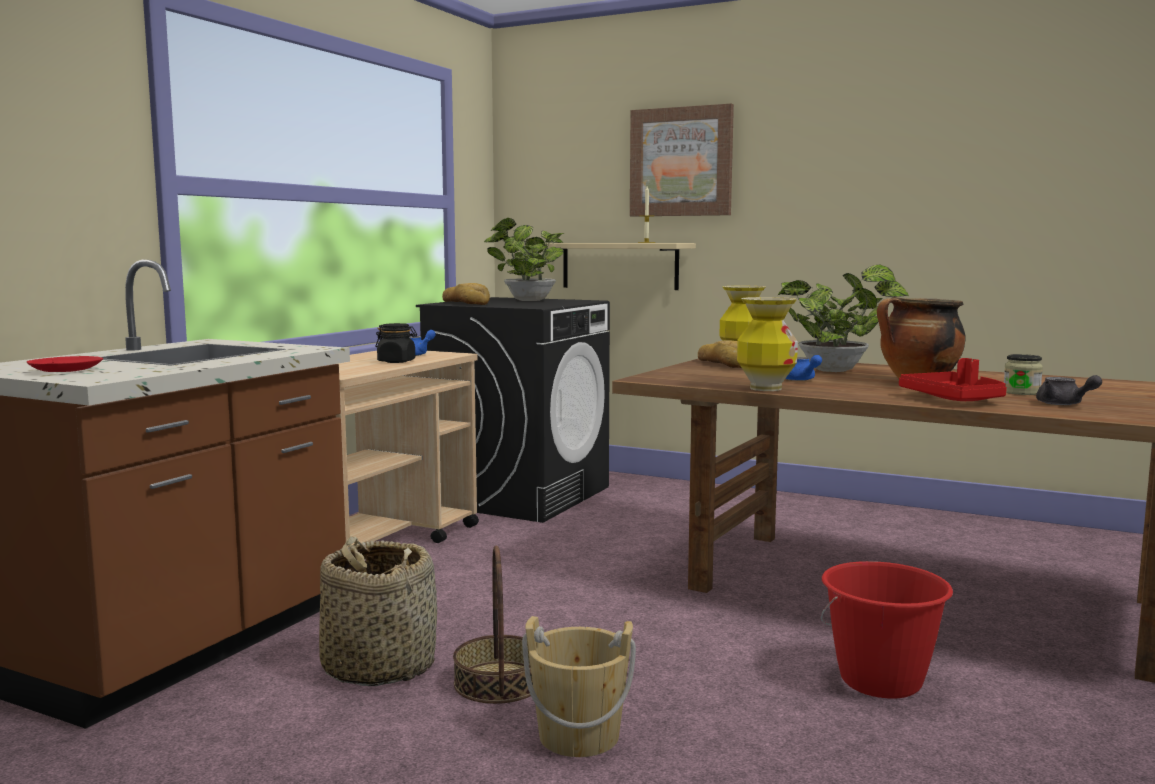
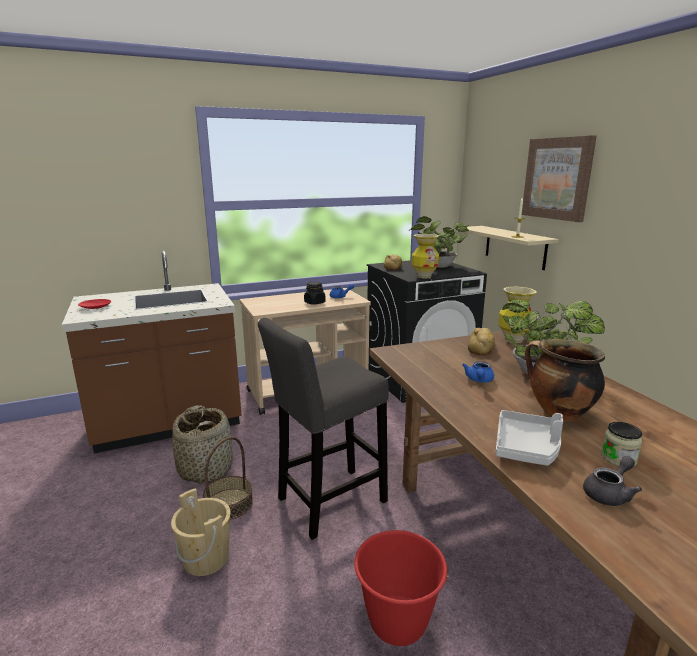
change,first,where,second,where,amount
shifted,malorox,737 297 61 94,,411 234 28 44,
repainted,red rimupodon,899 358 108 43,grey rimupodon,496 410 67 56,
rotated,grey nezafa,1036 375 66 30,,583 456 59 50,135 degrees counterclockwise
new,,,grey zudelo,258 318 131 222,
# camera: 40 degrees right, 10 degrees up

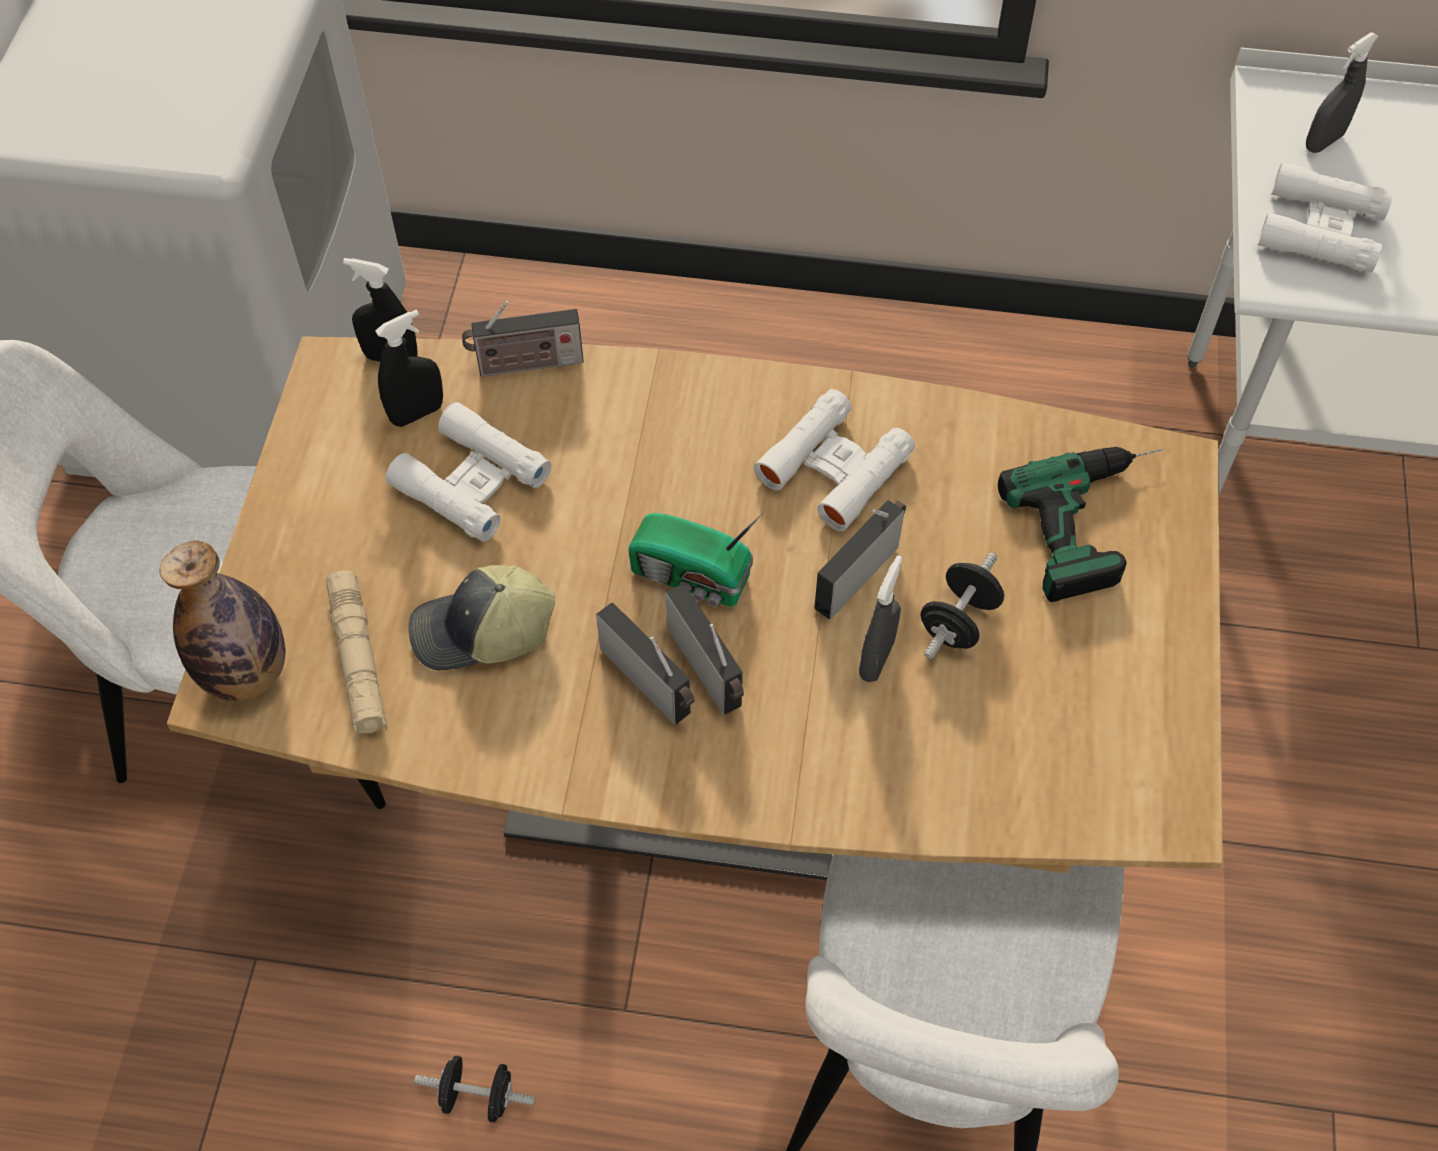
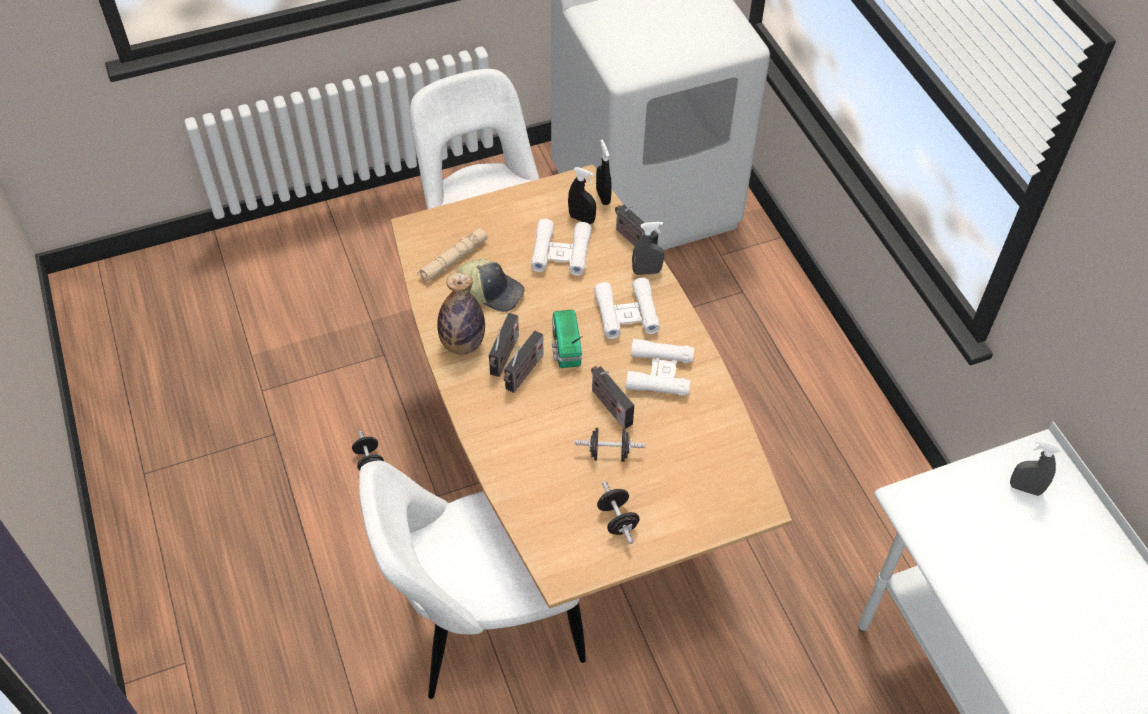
change,first,where,second,where,amount
shifted,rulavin,159 541 126 160,,437 273 48 82,
rotated,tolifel,408 565 147 105,,456 259 69 53,150 degrees clockwise
rotated,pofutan,814 500 92 120,,591 366 43 63,135 degrees counterclockwise
shifted,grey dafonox,859 555 44 127,,632 222 32 53,
gone,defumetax,998 447 165 155,,,
shifted,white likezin,1258 162 136 110,,594 278 66 61,
new,,,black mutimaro,597 481 43 63,
# camera: 60 degrees right, 5 degrees down

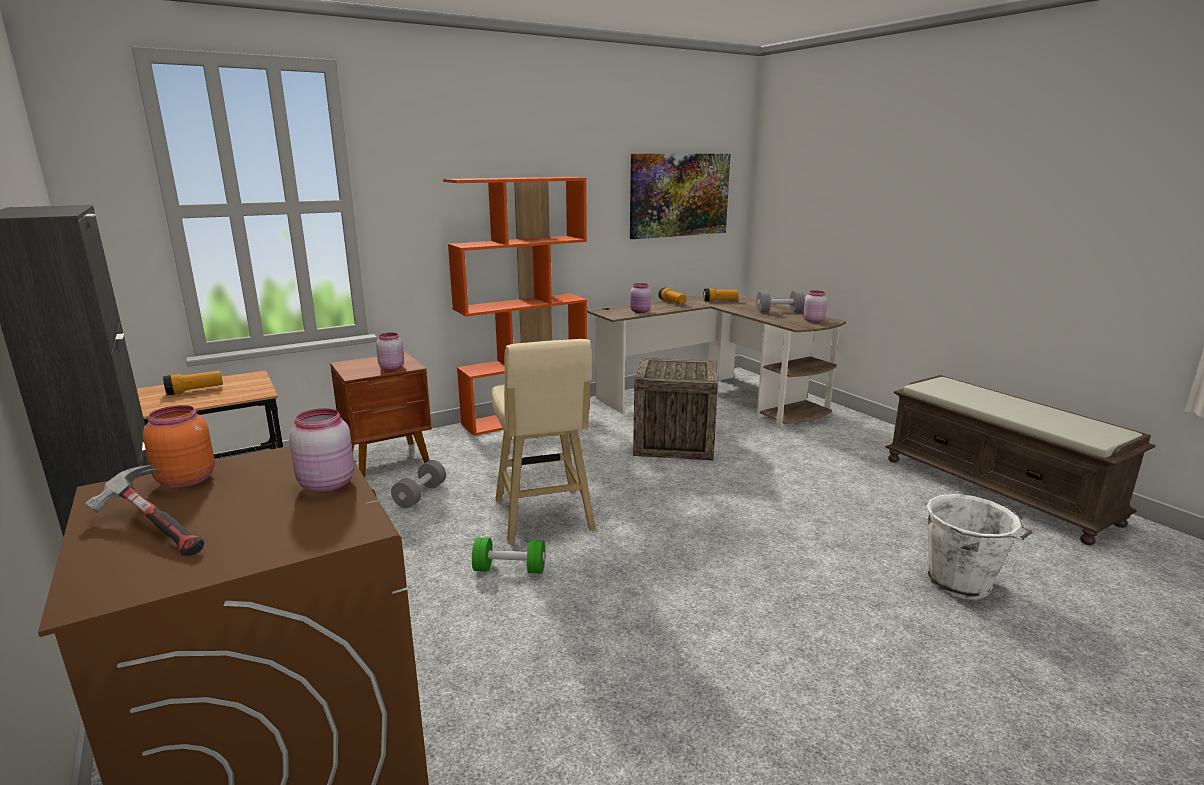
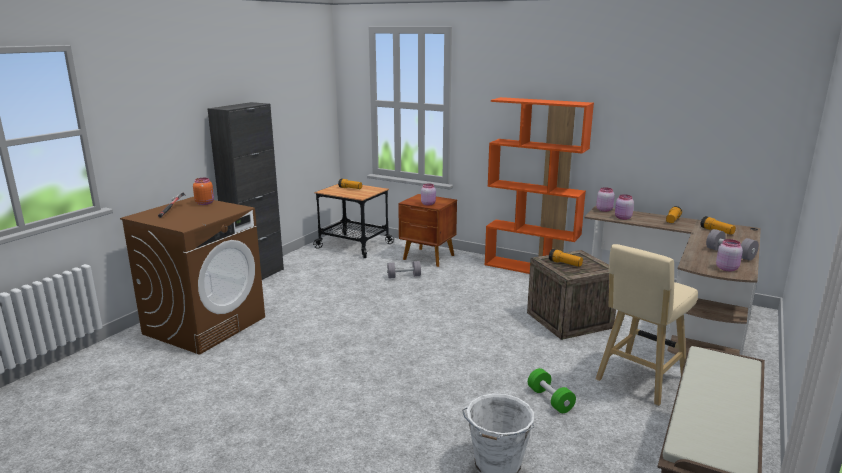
change,first,where,second,where,amount
shifted,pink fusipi,289 408 66 85,,596 187 19 25,
shifted,green mutimaro,472 537 73 37,,528 368 48 45,
shifted,beige zudelo,492 339 104 204,,596 244 102 162,
gone,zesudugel,630 154 100 85,,,
new,,,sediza,549 249 34 18,
# camera: 60 degrees right, 0 degrees up

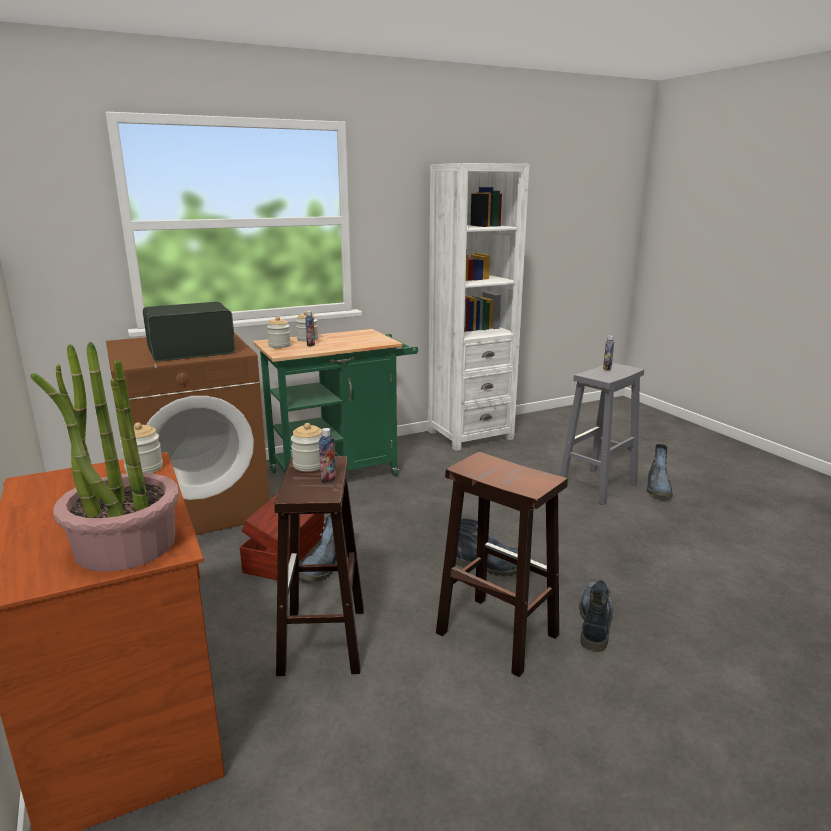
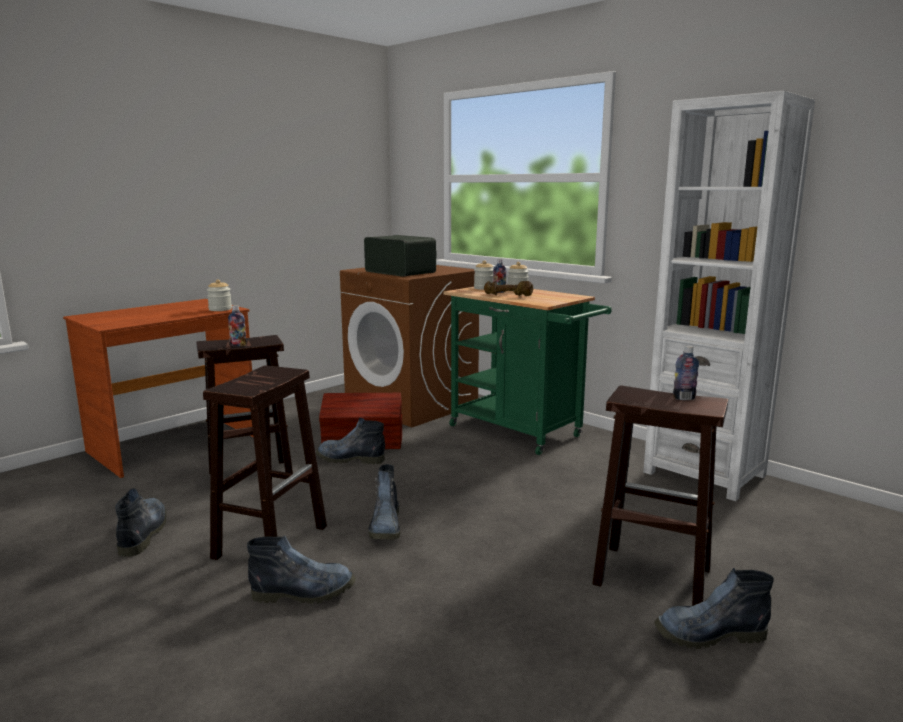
change,first,where,second,where,amount
gone,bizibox,30 342 149 229,,,
gone,fusipi,291 423 31 49,,,
repainted,grey zudelo,560 363 84 142,brown zudelo,592 385 136 221,
new,,,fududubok,115 488 51 69,
new,,,brown mutimaro,484 281 49 15,
# camera: 70 degrees right, 5 degrees down

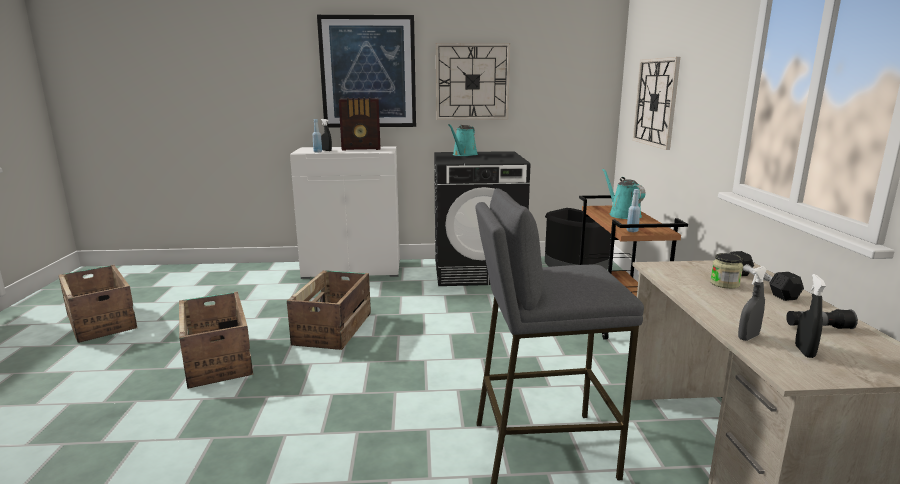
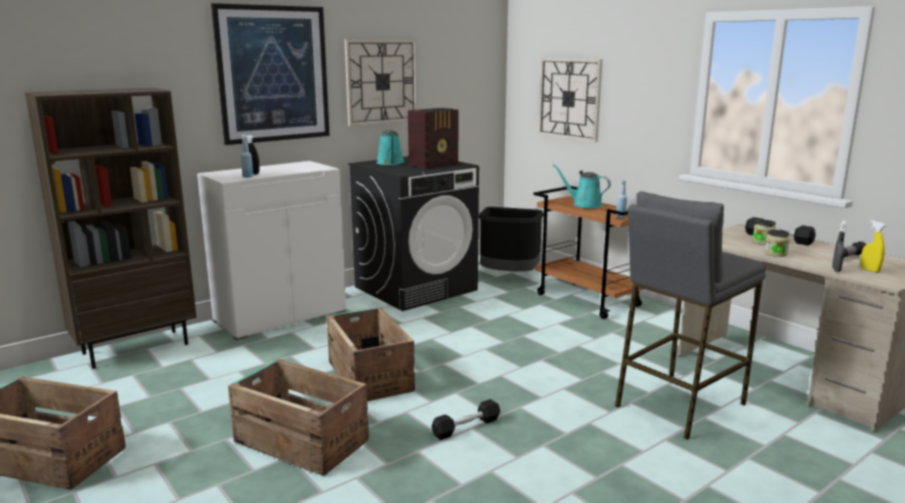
change,first,where,second,where,amount
shifted,pofutan,339 98 42 53,,408 108 50 61,
repainted,black dafonox,795 274 31 84,yellow dafonox,860 220 25 53,
new,,,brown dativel,25 88 172 281,
new,,,black mutimaro,432 399 68 41,
new,,,fusipi,764 230 26 27,
# camera: 35 degrees left, 0 degrees up

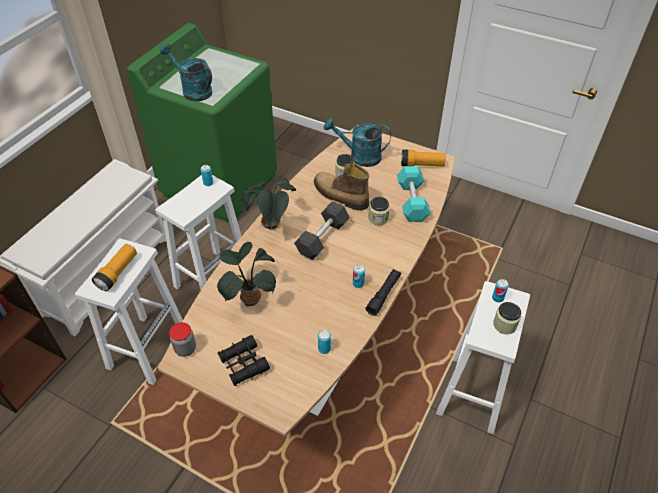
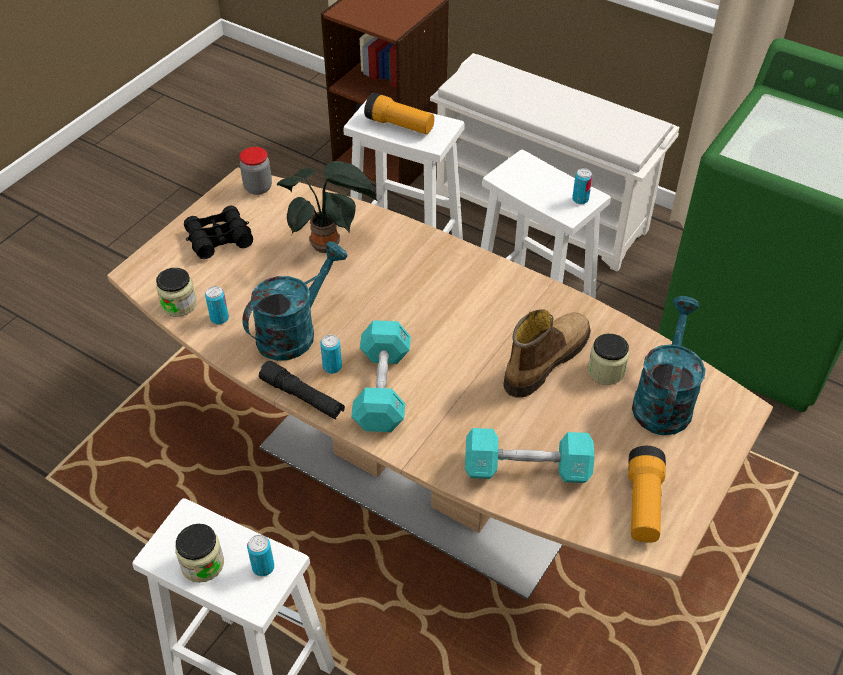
change,first,where,second,where,amount
shifted,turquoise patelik,160 44 52 57,,242 241 106 120,
gone,bizibox,241 176 55 53,,,
gone,grey mutimaro,294 201 56 59,,,
shifted,fusipi,368 197 22 28,,156 268 41 49,
new,,,turquoise mutimaro,351 320 60 112,
# camera: 95 degrees right, 0 degrees up

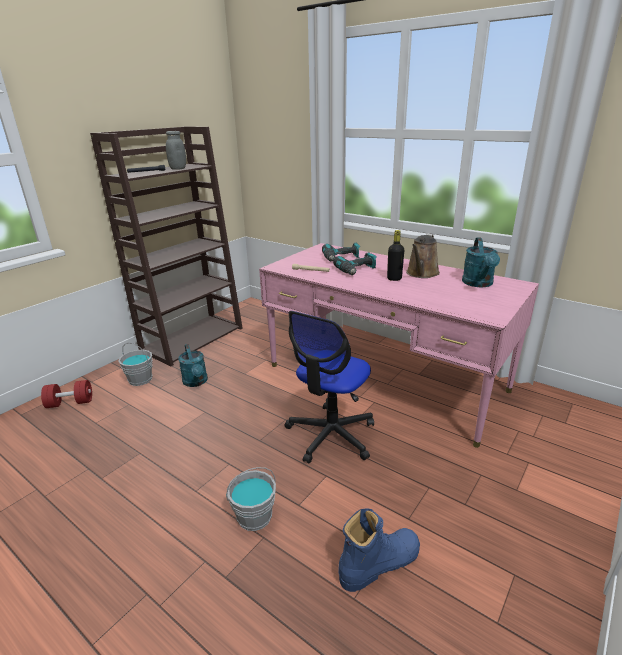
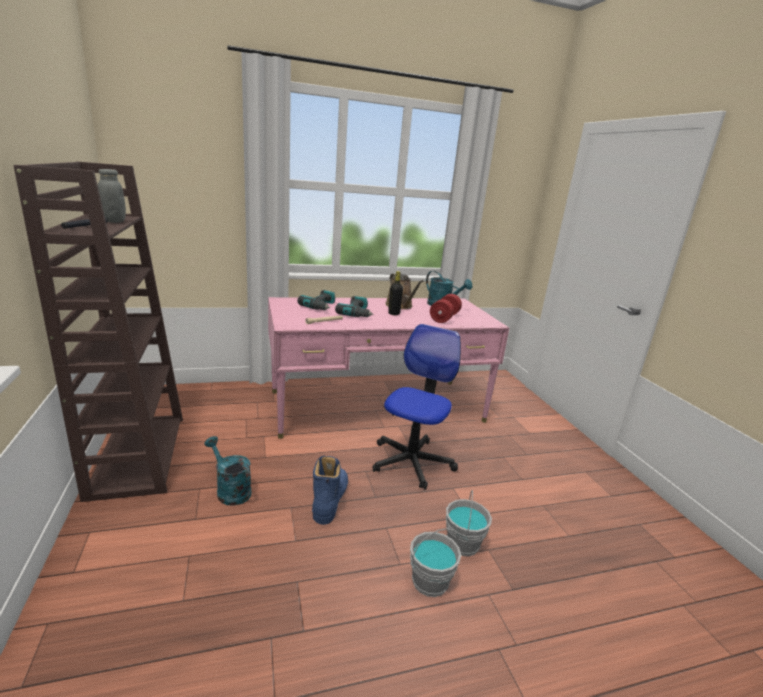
change,first,where,second,where,amount
shifted,red mutimaro,41 380 51 28,,430 294 32 29,
shifted,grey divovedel,118 343 34 43,,410 528 51 69,
rotated,turquoise patelik,178 344 30 43,,204 436 48 70,150 degrees counterclockwise
rotated,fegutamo,285 311 89 152,,373 324 88 166,135 degrees counterclockwise
shifted,blue fududubok,338 508 82 84,,312 455 36 70,
# camera: 55 degrees left, 5 degrees down

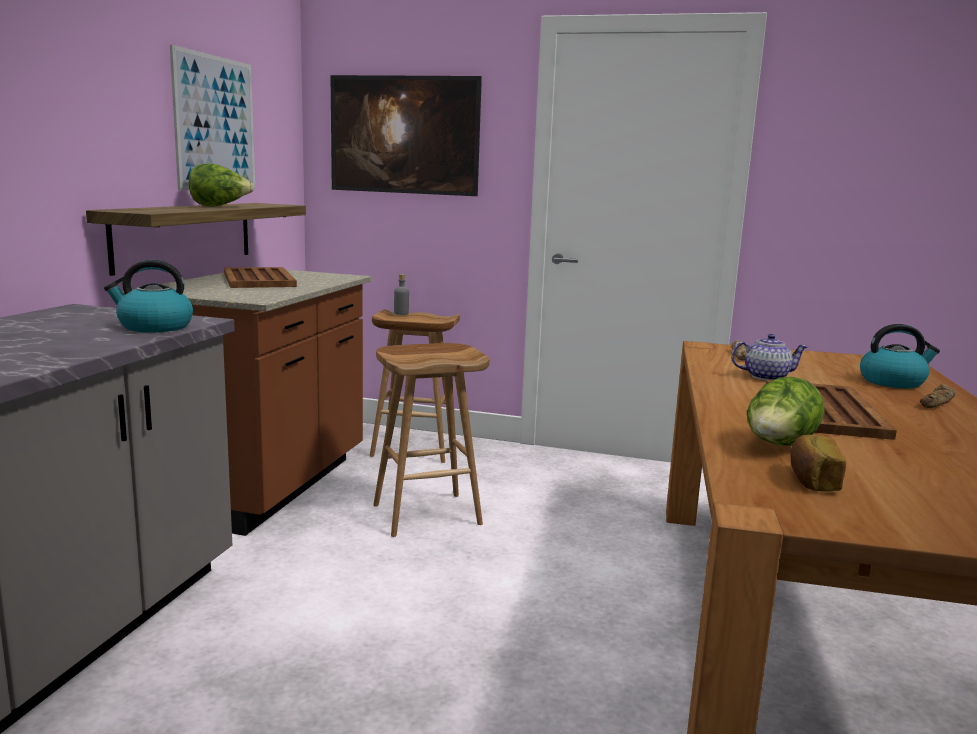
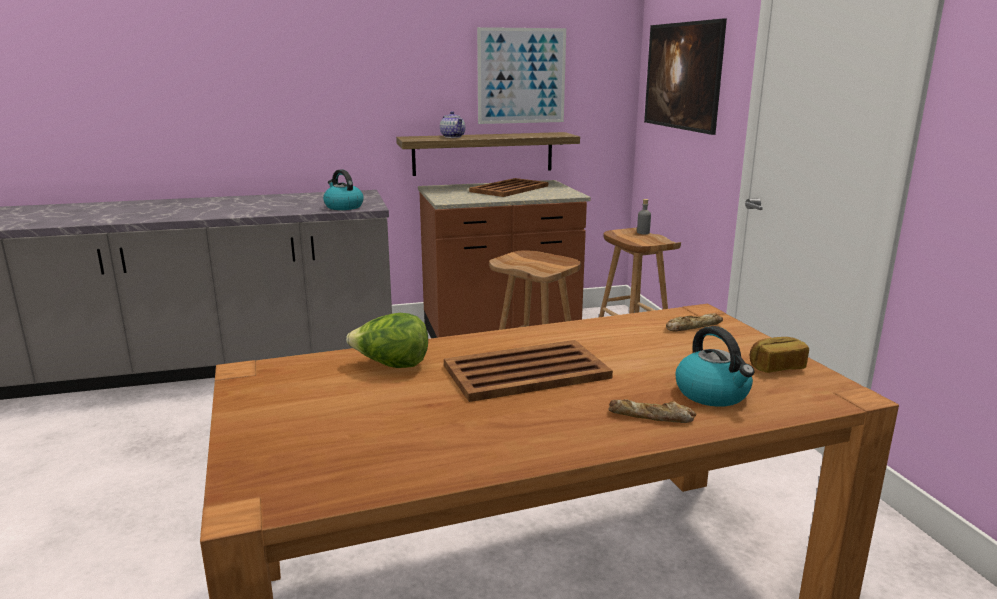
change,first,where,second,where,amount
gone,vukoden,188 164 66 43,,,
shifted,nezafa,731 334 77 46,,440 111 25 27,
shifted,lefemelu,790 435 56 57,,750 337 59 36,
# camera: 60 degrees right, 5 degrees up

